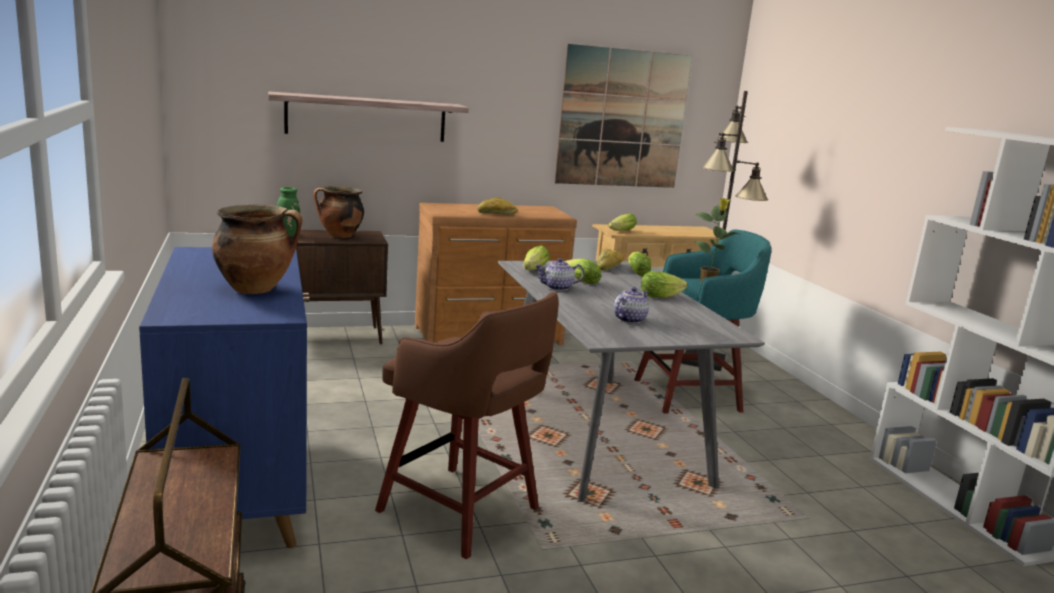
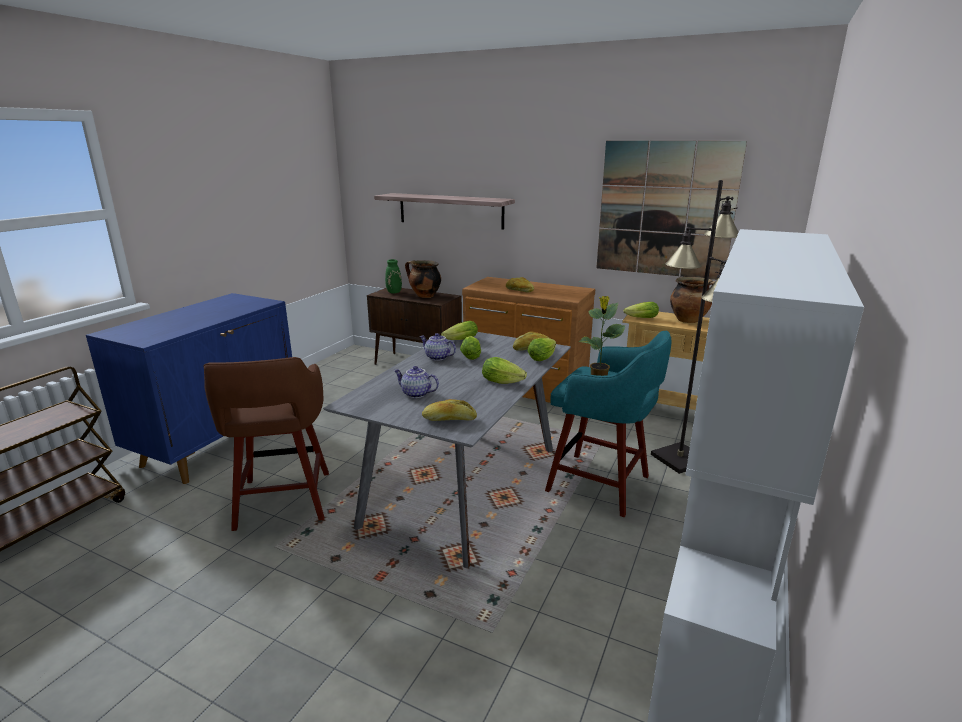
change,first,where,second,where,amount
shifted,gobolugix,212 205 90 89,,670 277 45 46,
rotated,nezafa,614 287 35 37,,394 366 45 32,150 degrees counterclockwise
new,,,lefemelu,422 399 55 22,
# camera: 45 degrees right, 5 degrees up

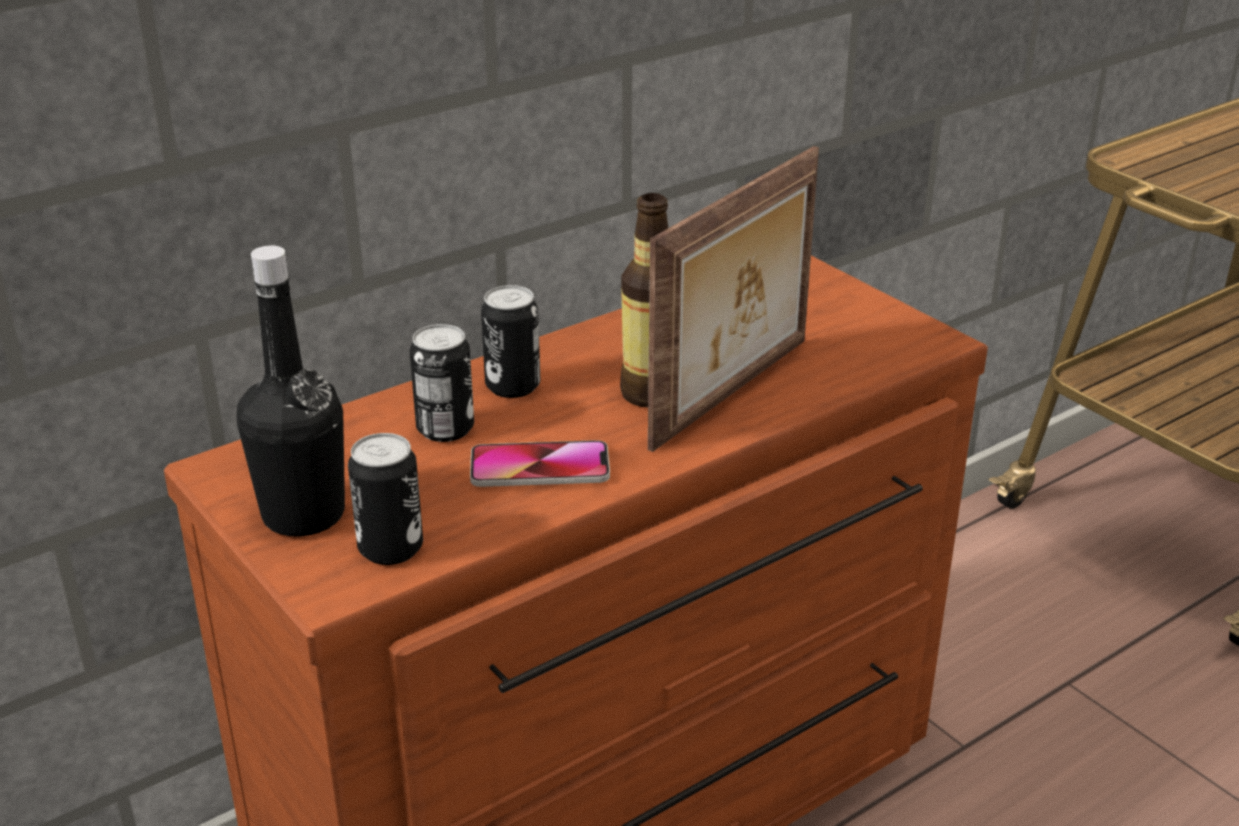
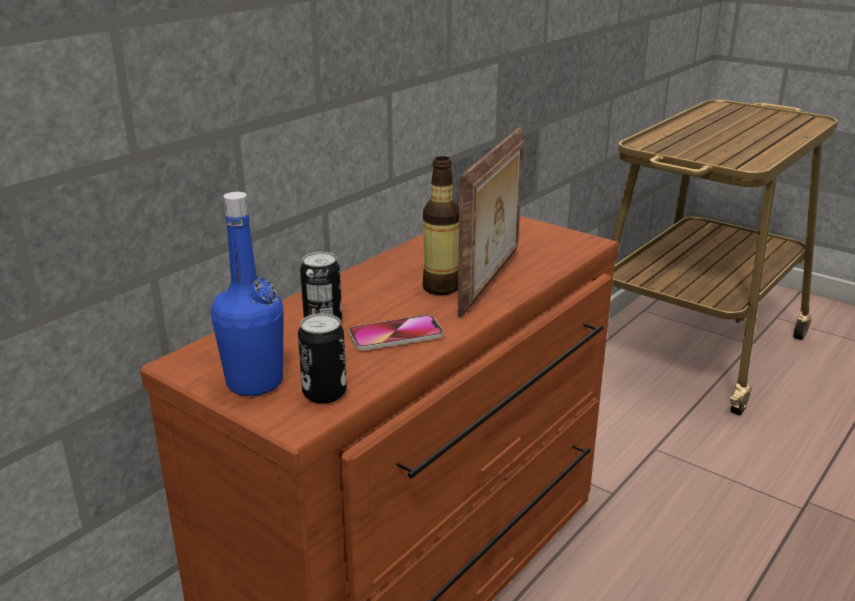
change,first,where,second,where,amount
repainted,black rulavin,237 246 108 291,blue rulavin,211 192 73 204,
gone,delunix,481 285 59 113,,,
# camera: 15 degrees left, 5 degrees down

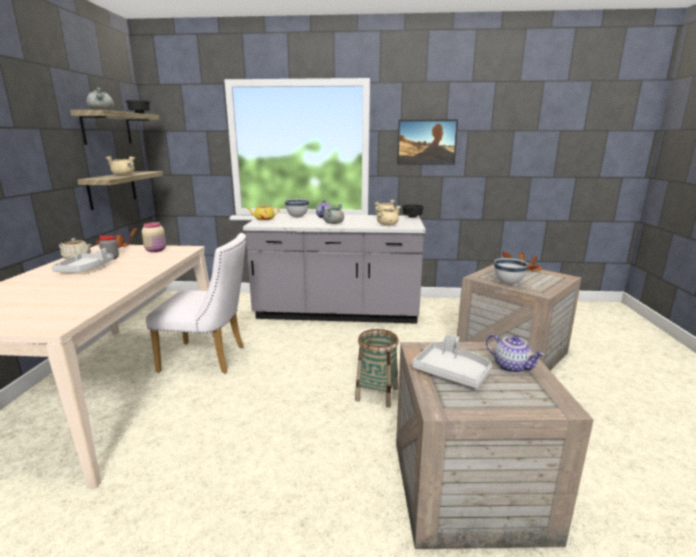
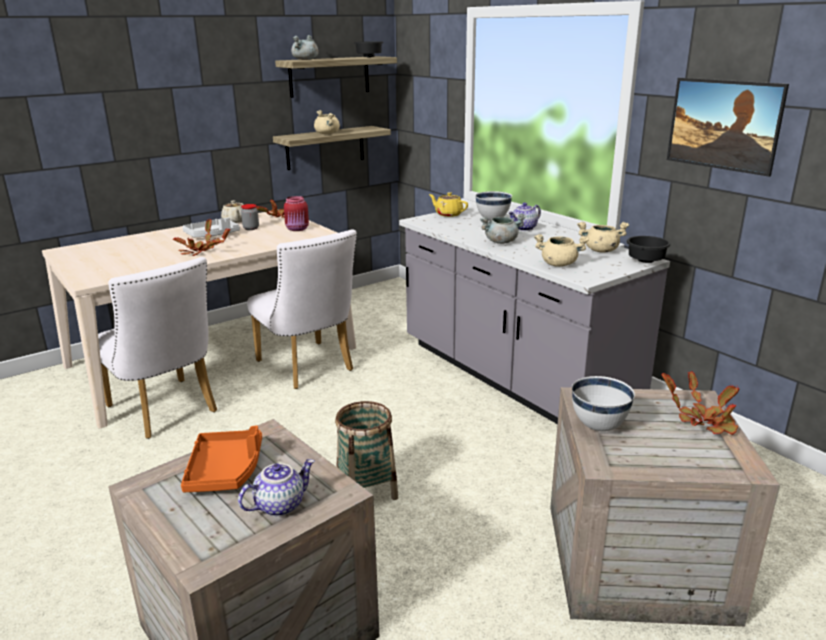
change,first,where,second,where,amount
repainted,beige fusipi,142 222 24 30,red fusipi,284 196 25 35,
repainted,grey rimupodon,412 334 80 55,orange rimupodon,181 426 81 66,
rotated,nezafa,486 334 59 39,,238 459 77 57,135 degrees counterclockwise
new,,,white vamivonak,98 257 119 182,
new,,,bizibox,172 219 58 37,
# camera: 50 degrees right, 5 degrees up

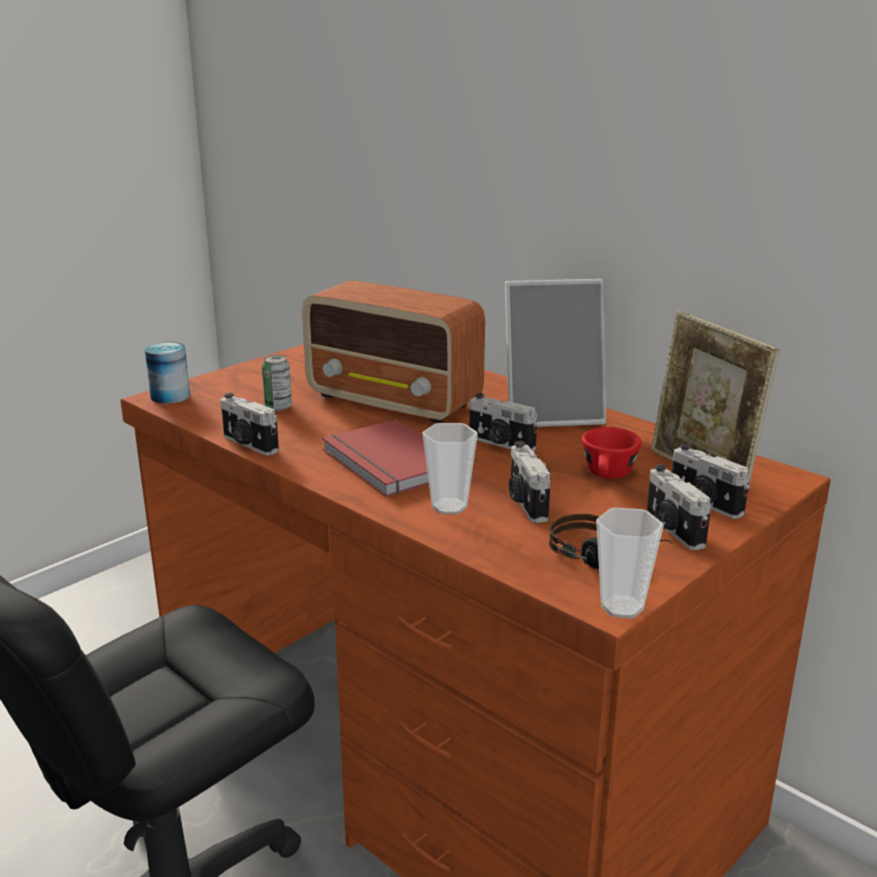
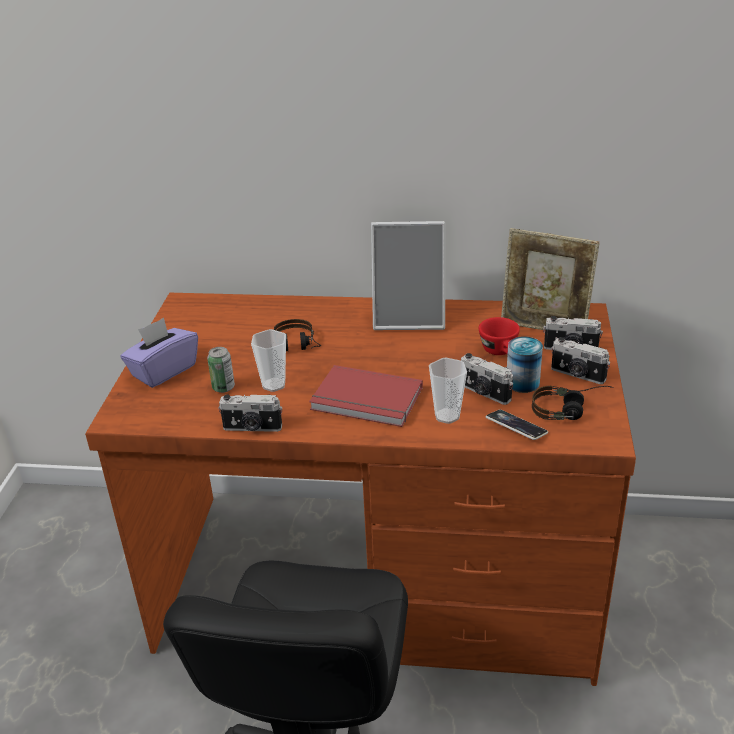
change,first,where,second,where,amount
shifted,delunix,145 342 45 62,,507 337 36 56,
swapped,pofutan,302 280 183 143,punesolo,274 319 47 32,
gone,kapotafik,469 393 69 58,,,
rotated,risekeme,505 279 101 148,,371 221 74 109,45 degrees clockwise
shifted,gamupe,596 508 68 111,,251 329 35 63,
new,,,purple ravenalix,120 318 78 70,
new,,,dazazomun,486 410 62 30,
# camera: 35 degrees left, 10 degrees up

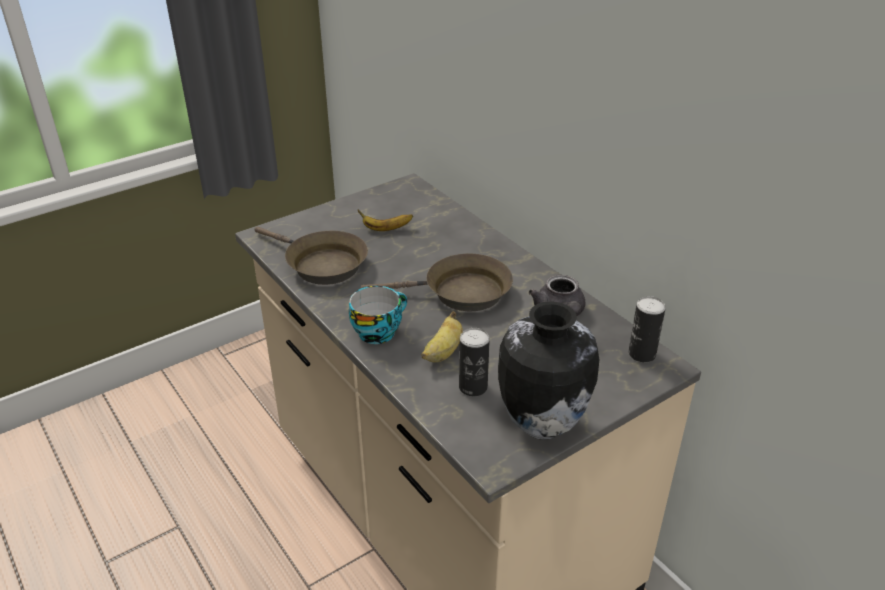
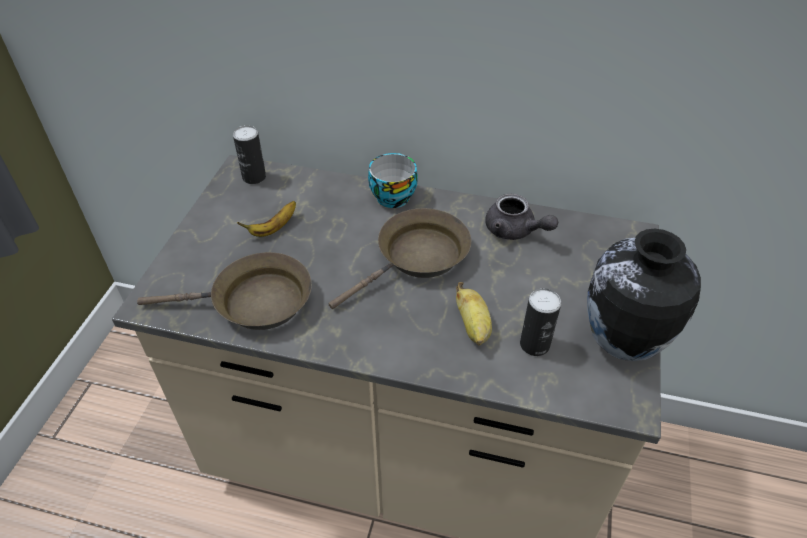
change,first,where,second,where,amount
shifted,gamupe,349 286 58 58,,368 153 50 55,
shifted,delunix,629 296 37 67,,233 125 33 59,
# camera: 40 degrees left, 10 degrees up

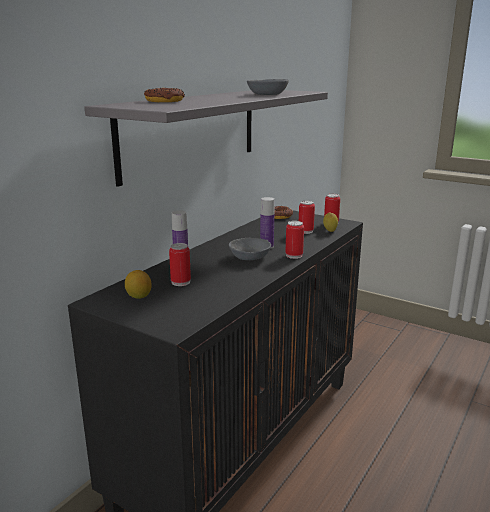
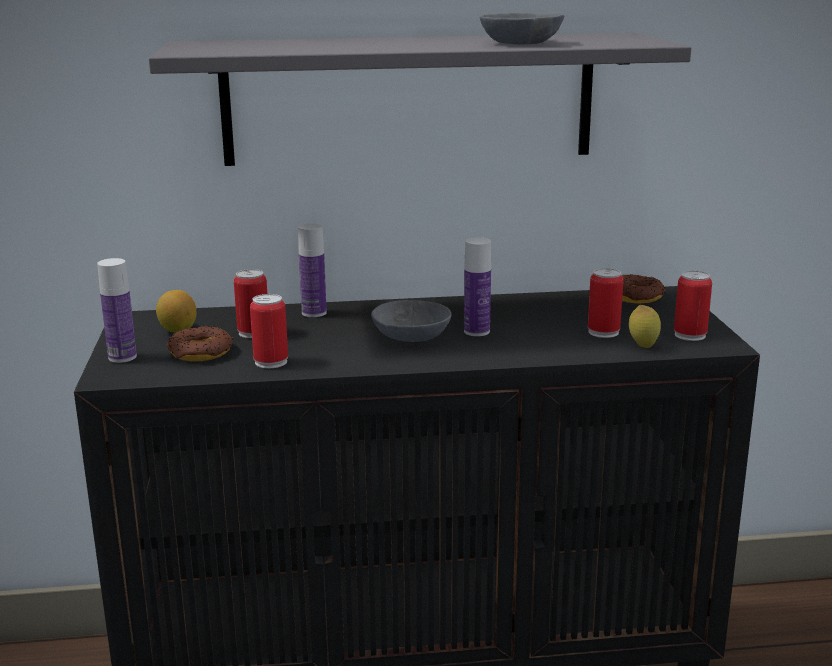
change,first,where,second,where,amount
shifted,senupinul,144 87 41 15,,167 326 66 35,
shifted,delunix,285 221 19 38,,250 294 38 74,
new,,,rulavin,97 258 40 105,
# camera: 50 degrees right, 0 degrees up

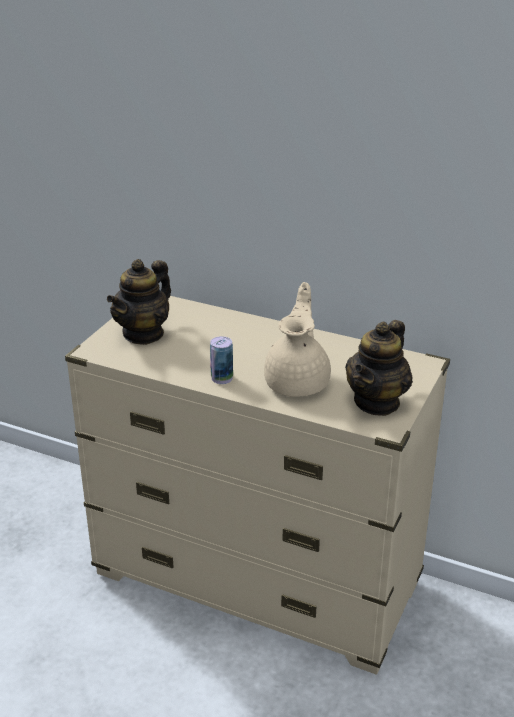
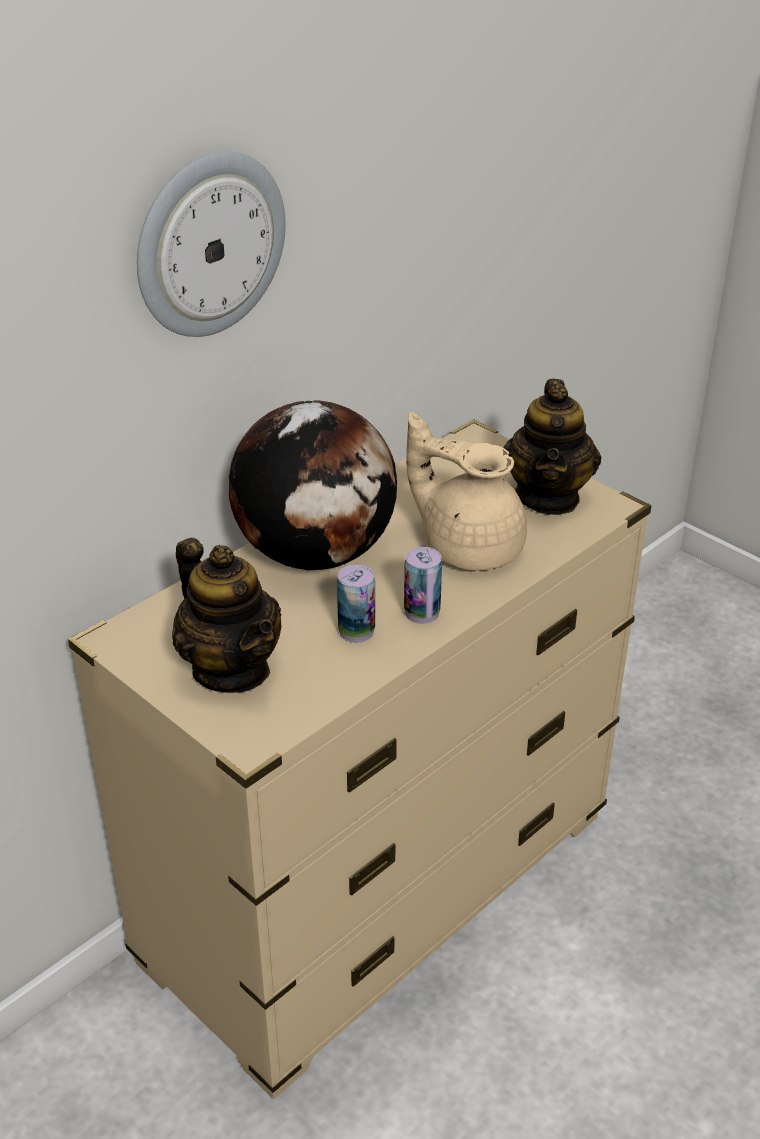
change,first,where,second,where,amount
rotated,nezafa,345 320 68 96,,504 379 97 136,45 degrees clockwise
new,,,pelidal,137 151 149 186,
new,,,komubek,229 400 168 170,
new,,,delunix,337 565 38 78,
# camera: 70 degrees left, 5 degrees up

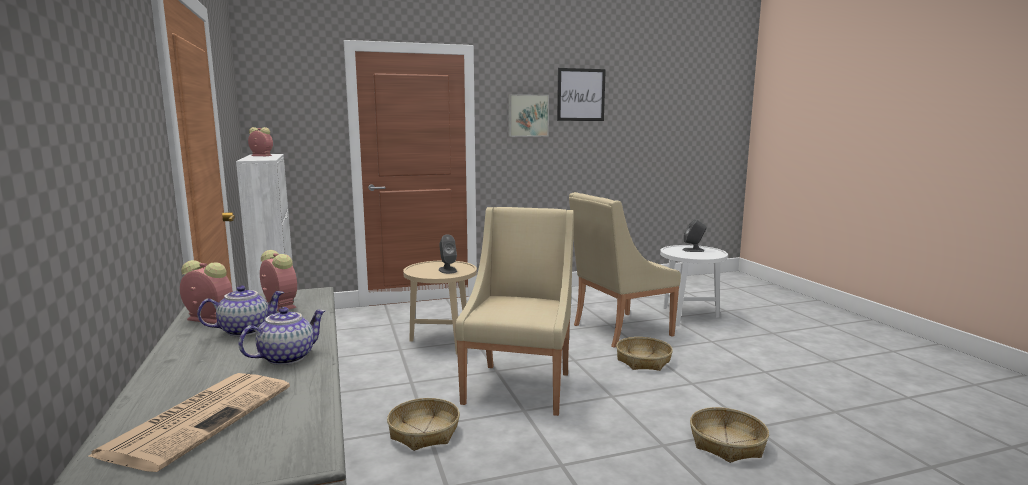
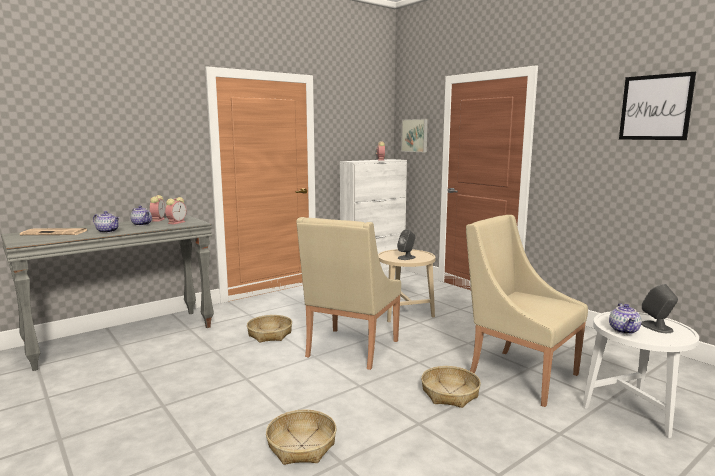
change,first,where,second,where,amount
rotated,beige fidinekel,456 207 118 209,,296 217 105 153,120 degrees clockwise
shifted,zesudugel,508 94 41 43,,401 119 27 33,
new,,,nezafa,609 303 32 31,
# camera: 70 degrees right, 0 degrees up

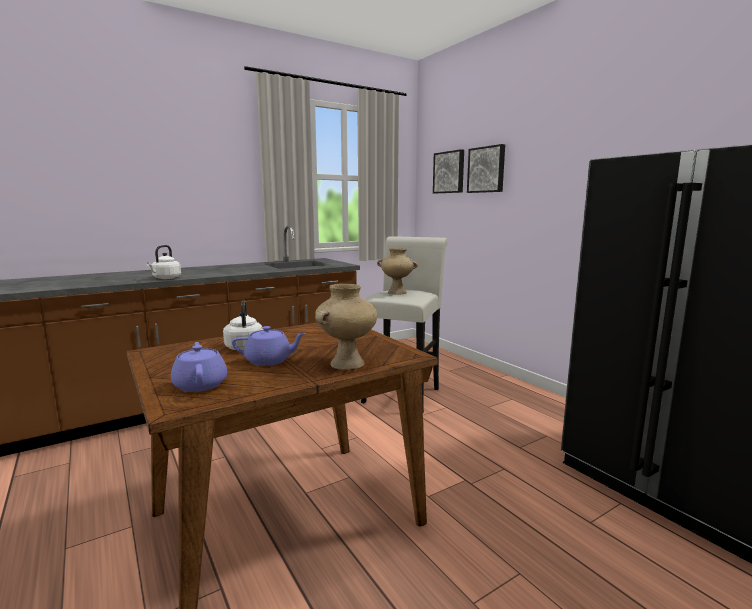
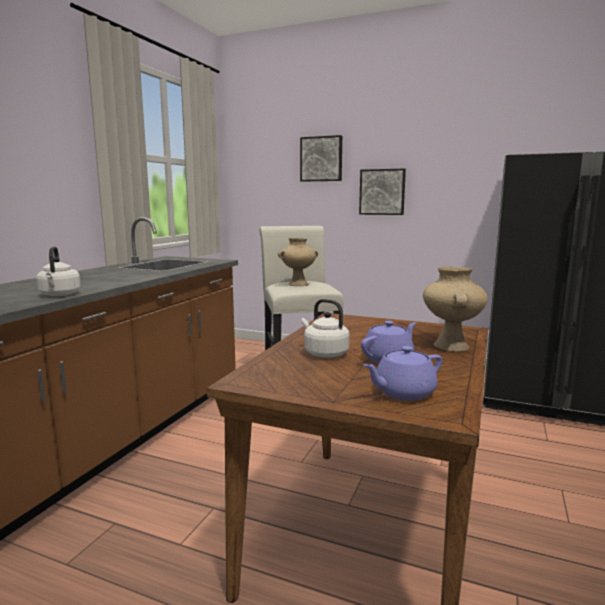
change,first,where,second,where,amount
rotated,purple nezafa,171 342 56 50,,363 346 79 54,60 degrees counterclockwise
shifted,zesudugel,433 149 31 44,,359 169 47 46,
# camera: 35 degrees left, 0 degrees up

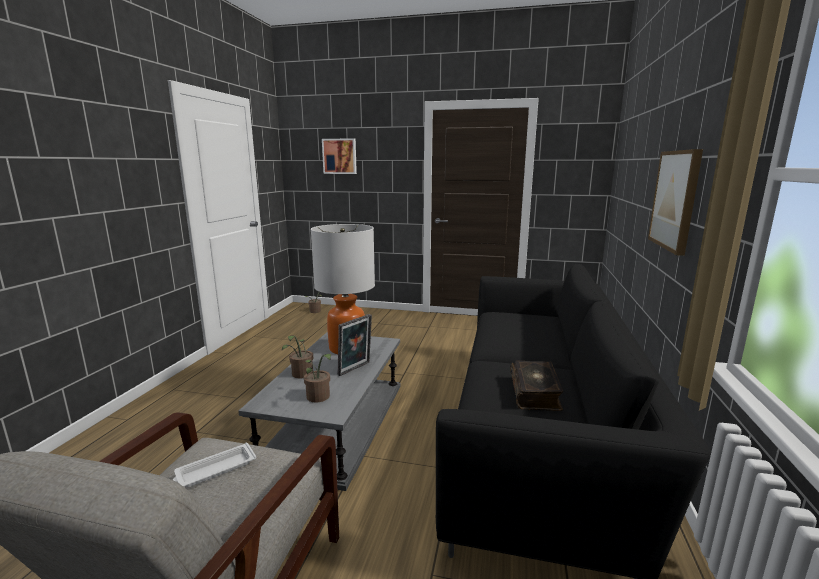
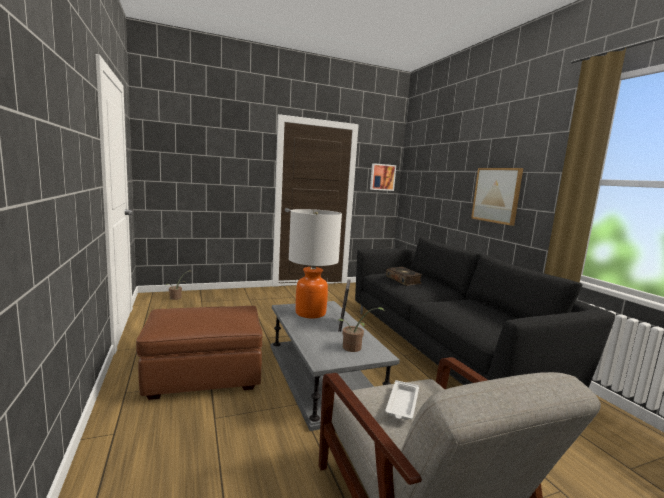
change,first,where,second,where,amount
gone,bizibox,282 335 31 44,,,
shifted,zesudugel,322 138 35 36,,370 163 26 28,
shifted,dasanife,510 361 53 50,,386 267 36 19,
new,,,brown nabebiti,136 306 127 94,
# camera: 35 degrees left, 5 degrees down

